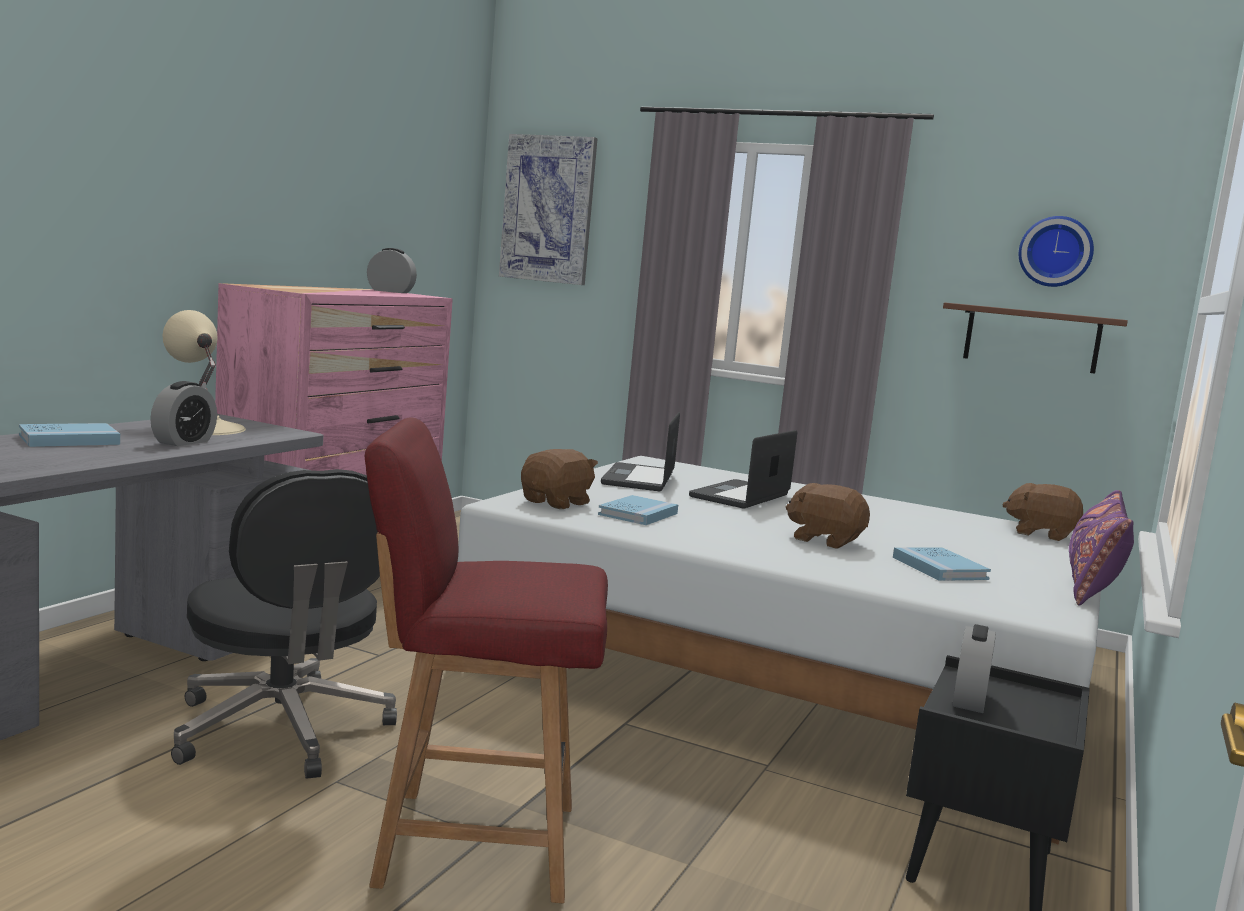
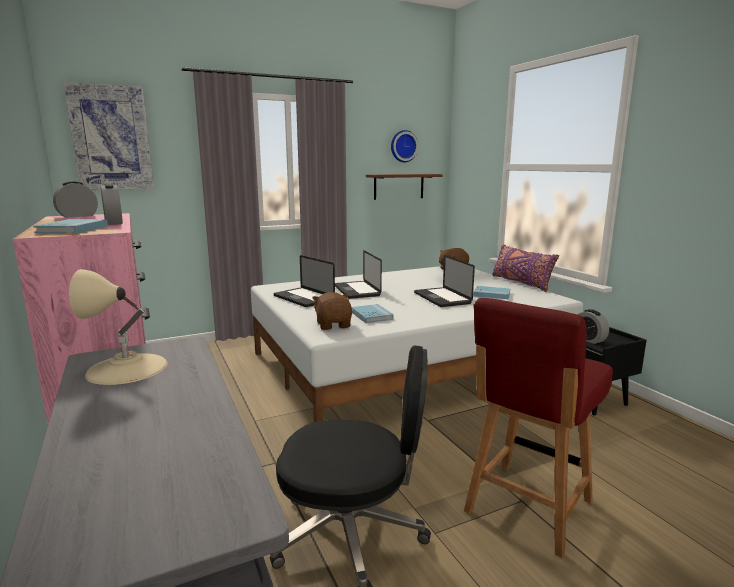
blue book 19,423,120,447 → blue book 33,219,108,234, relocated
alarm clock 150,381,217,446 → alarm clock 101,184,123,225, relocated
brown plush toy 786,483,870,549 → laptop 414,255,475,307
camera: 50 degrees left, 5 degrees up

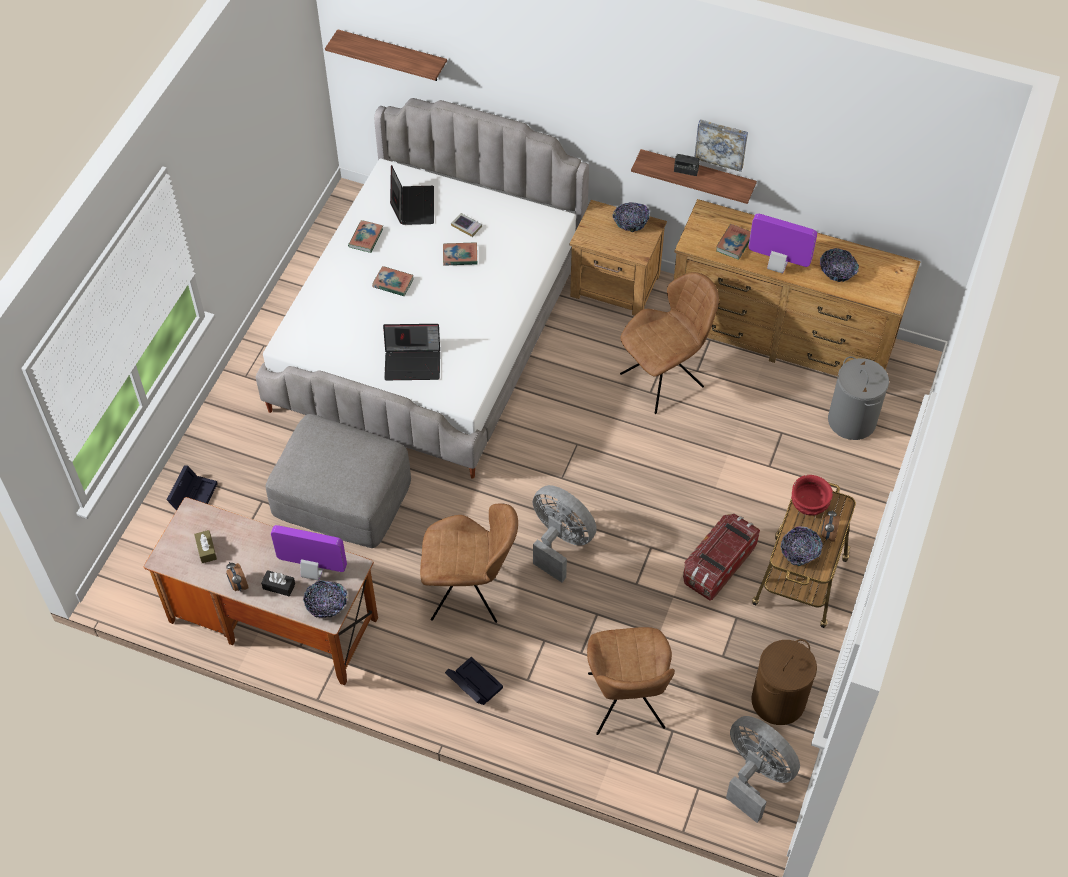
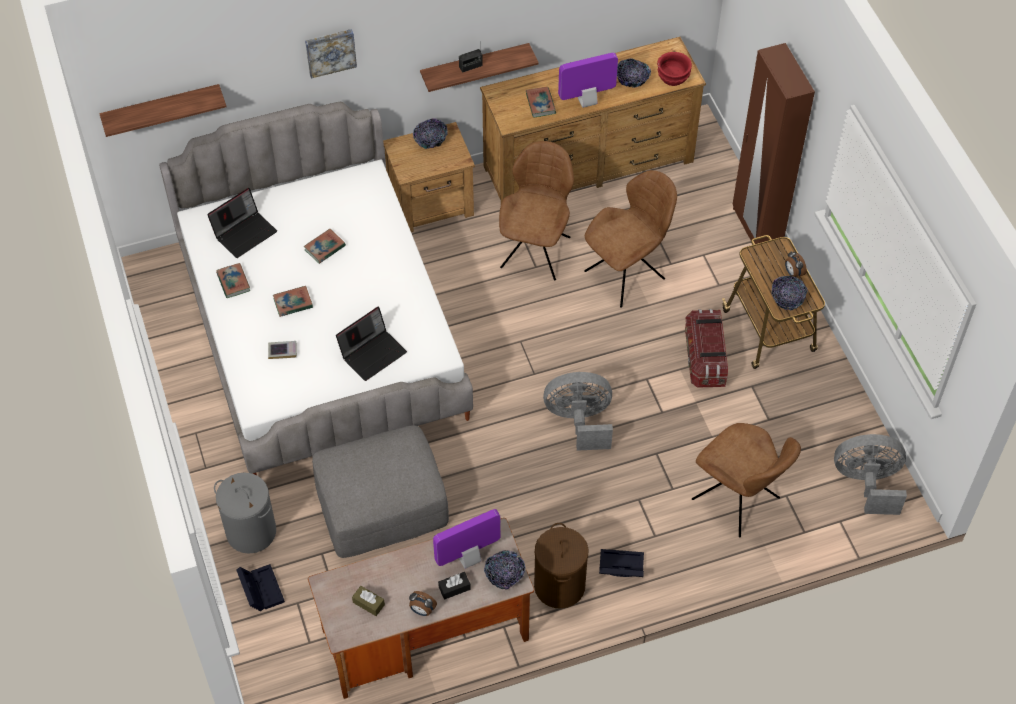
laptop 390,165,434,225 → laptop 207,188,277,258, 90 degrees clockwise
grey laundry basket 828,356,889,440 → grey laundry basket 214,472,276,554, relocated
book 451,213,482,237 → book 268,341,297,359, relocated
picture 694,119,748,172 → picture 305,29,357,78, relocated
brown laundry basket 751,639,817,725 → brown laundry basket 534,523,589,609, relocated
brown chair 420,503,518,623 → brown chair 584,170,677,307, relocated
red bowl 791,475,833,516 → red bowl 657,52,692,86, relocated
- → brown wardrobe 732,43,815,251
camera: 40 degrees left, 0 degrees up

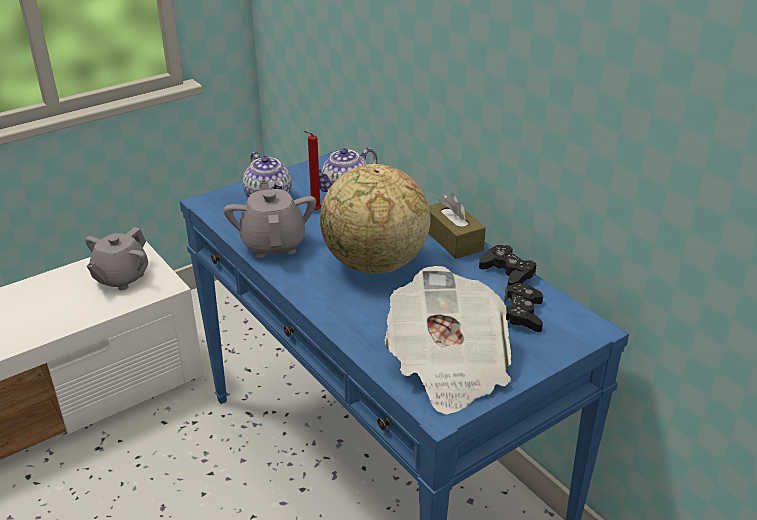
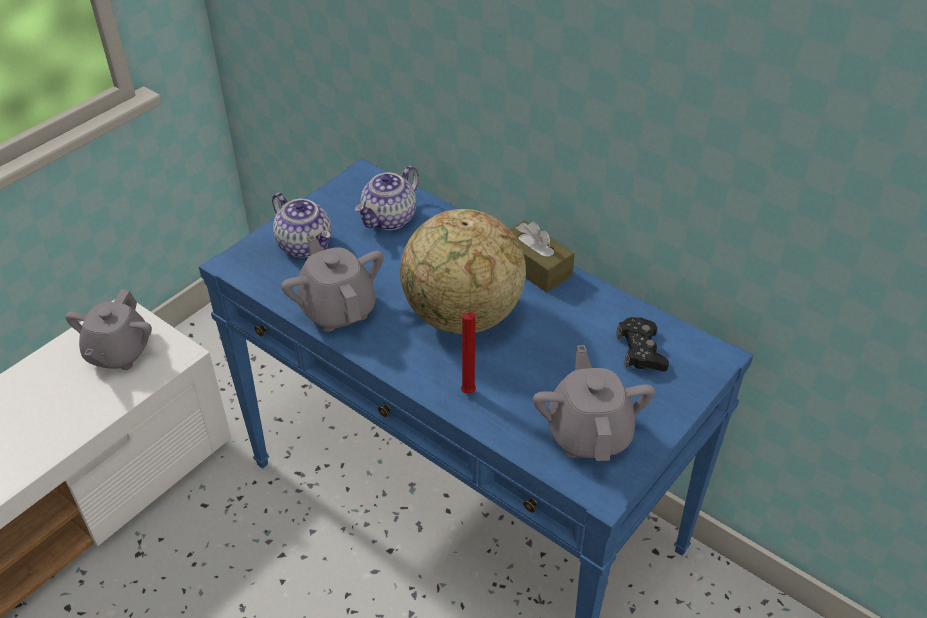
red candle 304,131,321,210 → red candle 461,311,476,394, relocated
newspaper 384,266,511,415 → grey teapot 533,345,655,461
black game controller 479,245,537,285 → -
camera: 15 degrees left, 10 degrees up

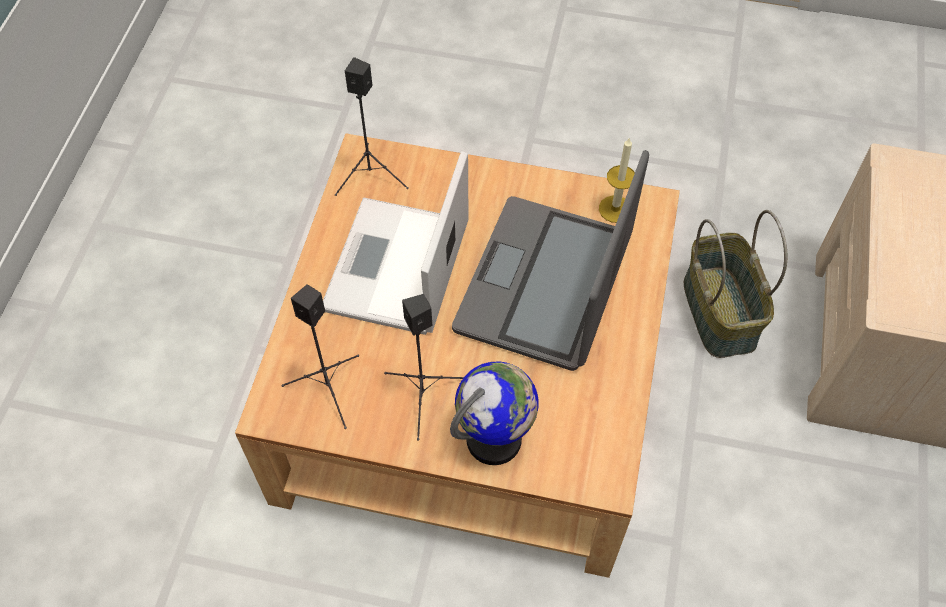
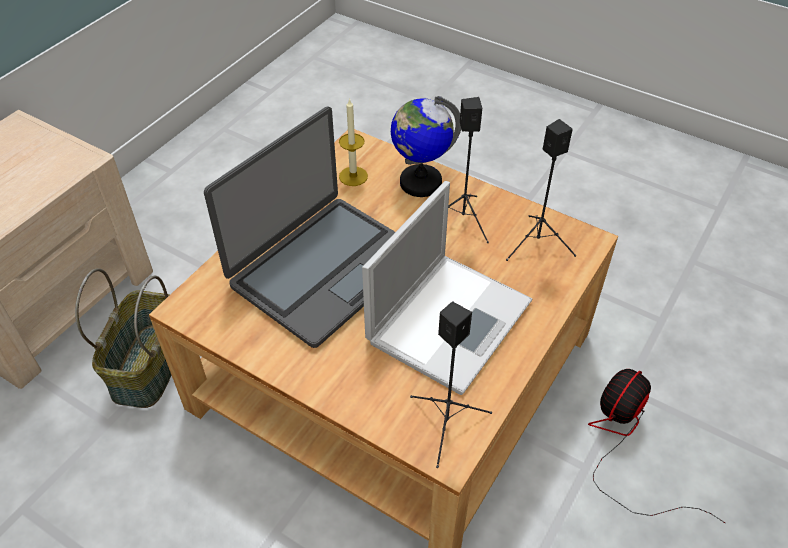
candle 599,137,635,223 → candle 339,98,368,186, relocated
- → fan 588,369,725,523
camera: 160 degrees left, 10 degrees down

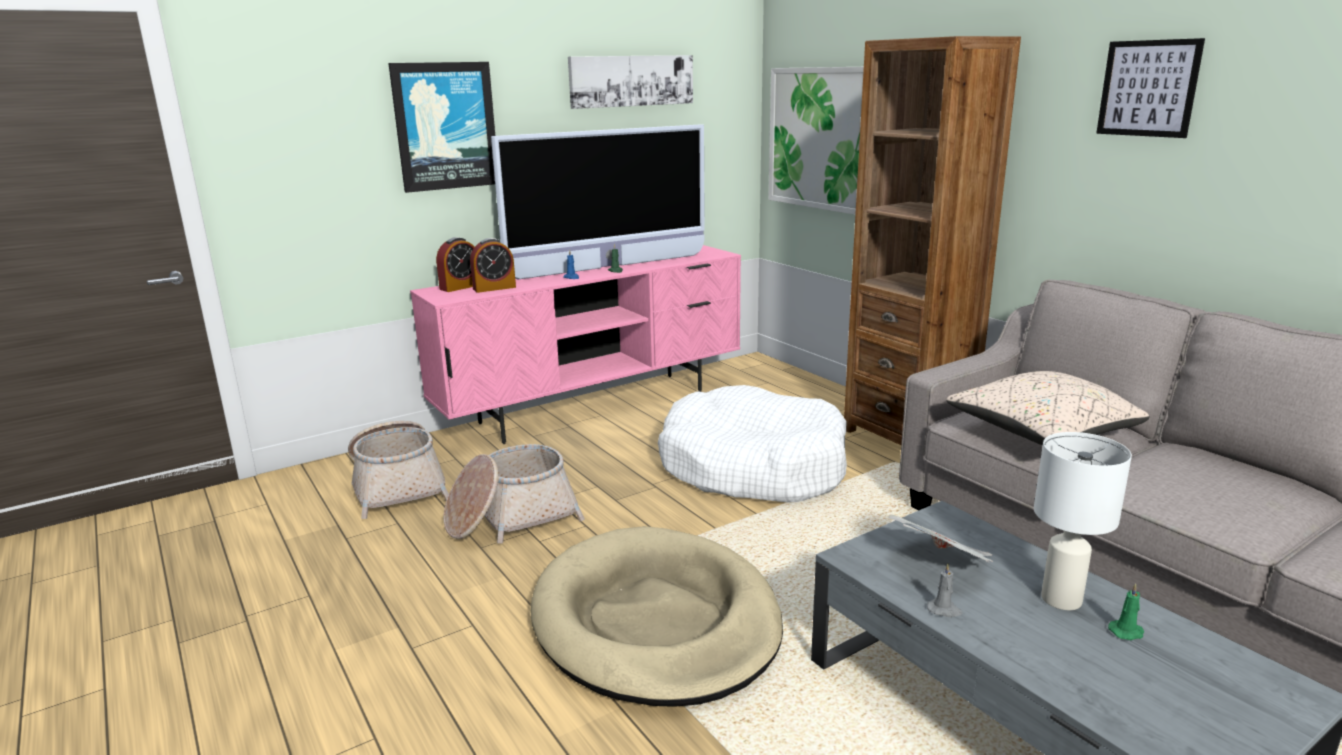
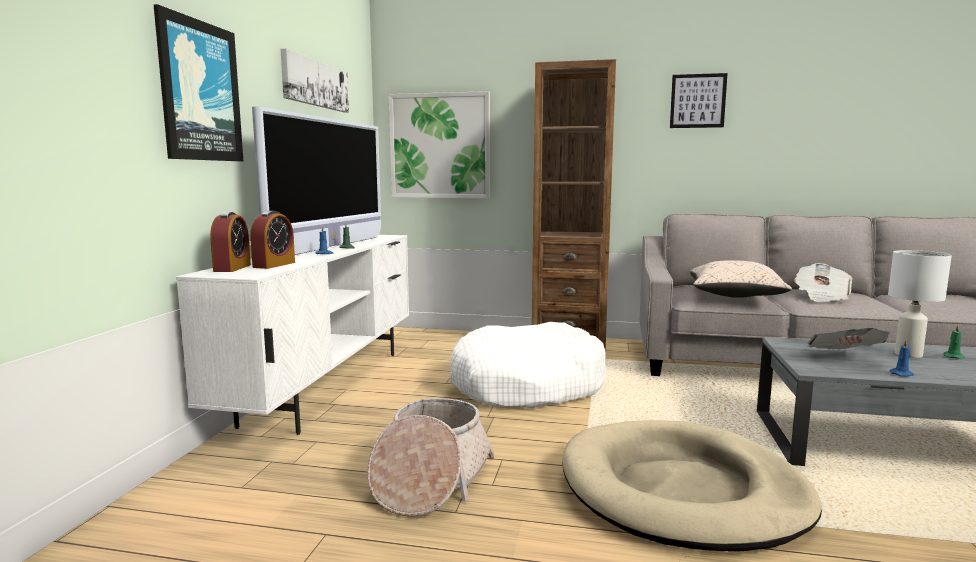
pink tv stand 410,245,741,444 → white tv stand 176,235,409,435
- → newspaper 794,263,853,302
grey candle 927,563,962,617 → blue candle 890,339,914,377
basket 348,421,449,519 → -
camera: 45 degrees left, 10 degrees down

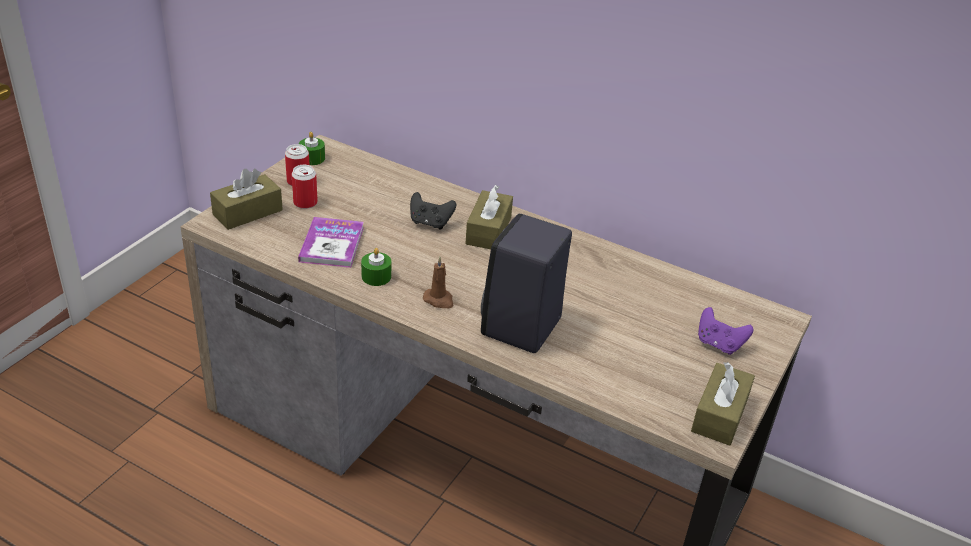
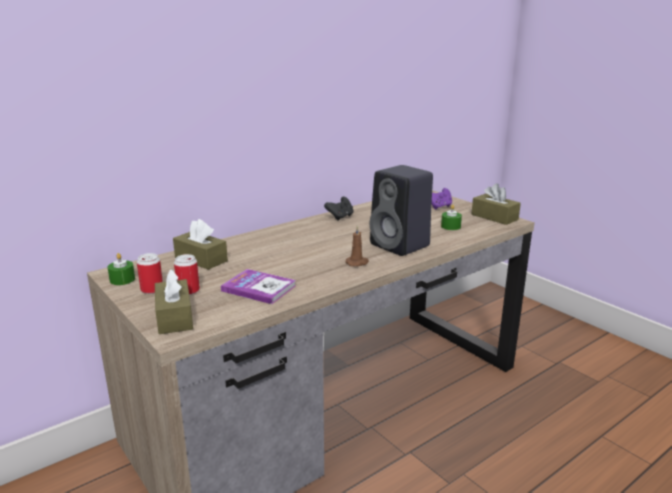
brown tissue box 466,185,513,249 → brown tissue box 173,219,228,270, relocated
black game controller 410,192,456,229 → black game controller 324,197,354,221, relocated
green candle 361,248,391,286 → green candle 441,205,462,230, relocated
camera: 65 degrees left, 15 degrees down

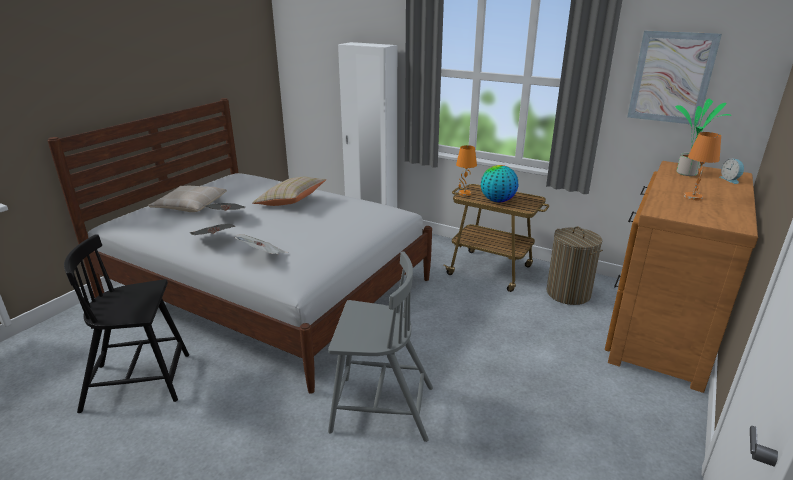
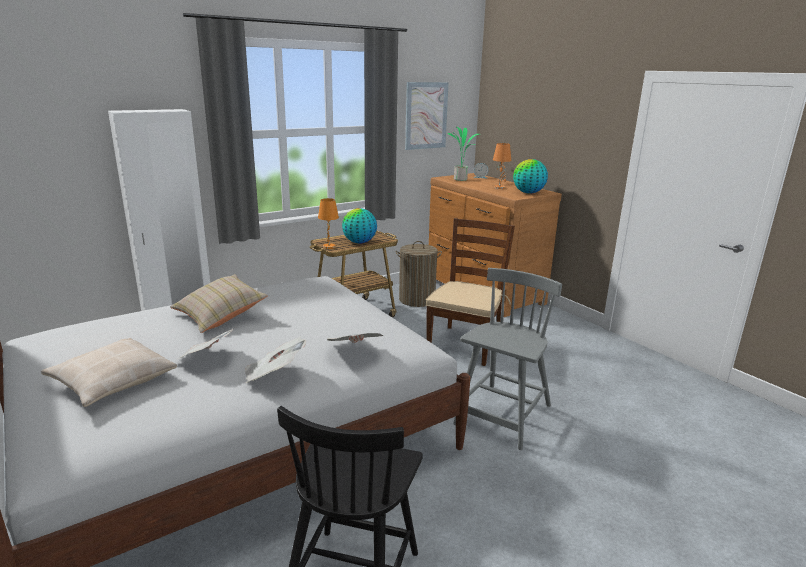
- → brown chair 426,218,515,366
- → globe 513,159,548,194
camera: 65 degrees left, 5 degrees down

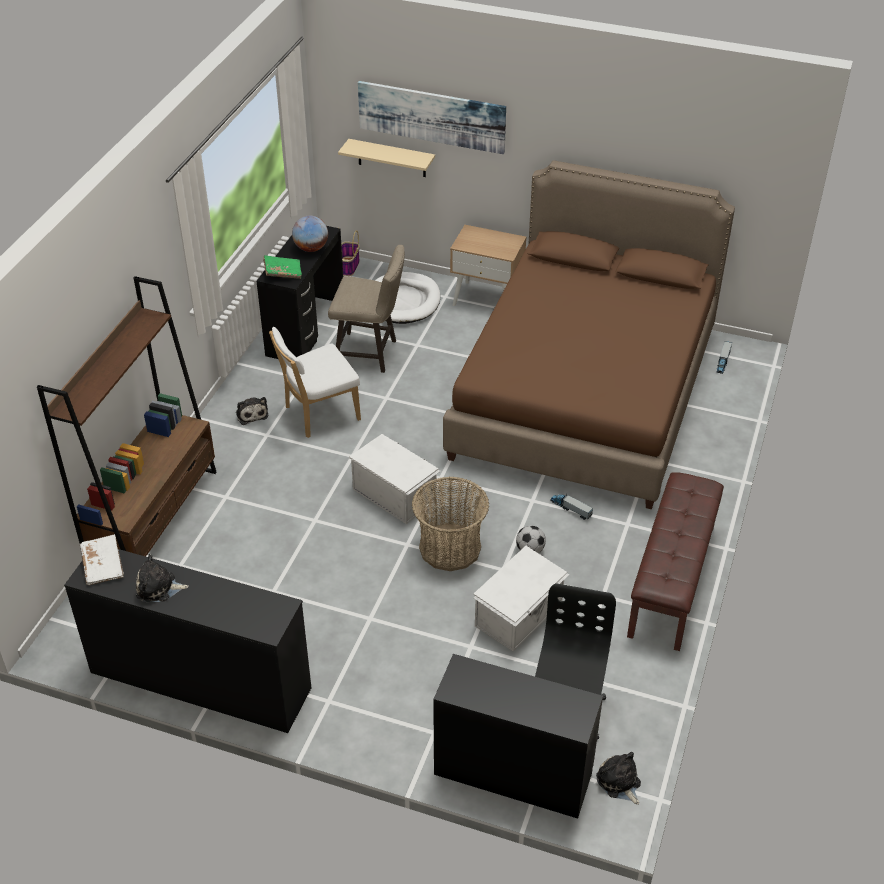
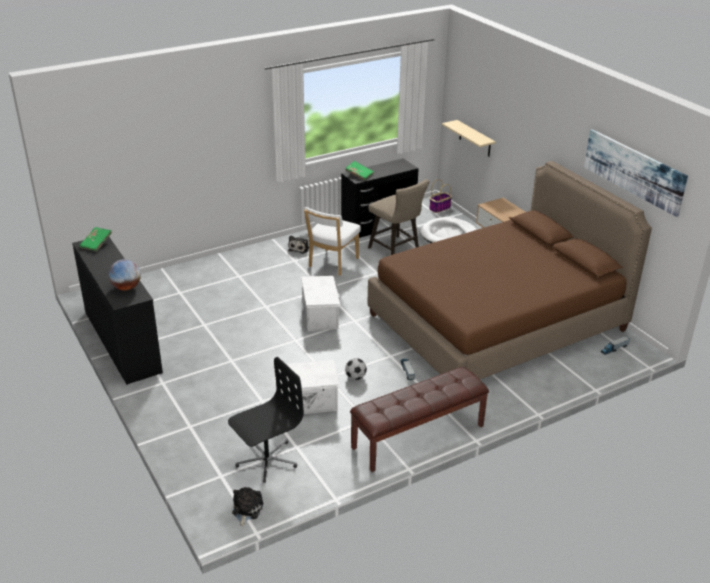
white book 80,534,124,586 → green book 79,227,112,251
globe 292,216,328,252 → globe 109,259,141,291, relocated
white chair 269,327,361,438 → white chair 304,207,361,276, 75 degrees counterclockwise
picture 358,81,506,154 → picture 584,129,688,217, relocated
brown bookcase 37,276,217,557 → -
plush toy 136,554,189,602 → -
basket 412,476,489,571 → -
black desk 433,654,603,819 → -
camera: 40 degrees right, 10 degrees down

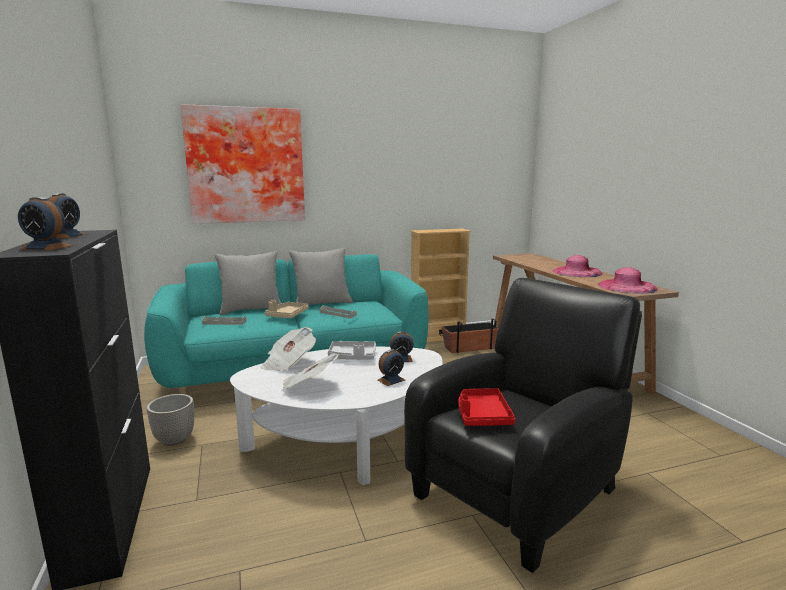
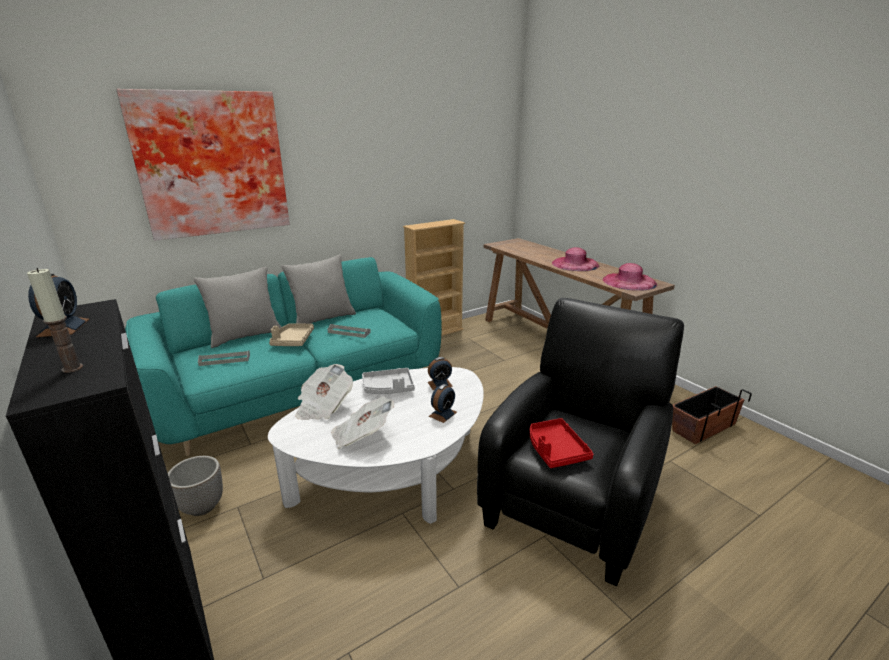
alarm clock 18,197,73,250 → candle 27,268,83,373
planter 442,319,498,353 → planter 672,386,752,444, relocated
camera: 15 degrees left, 10 degrees up

